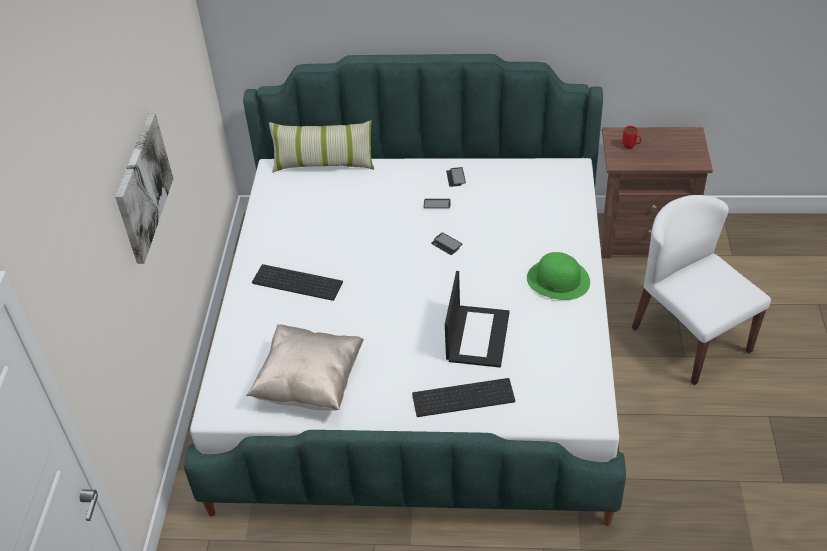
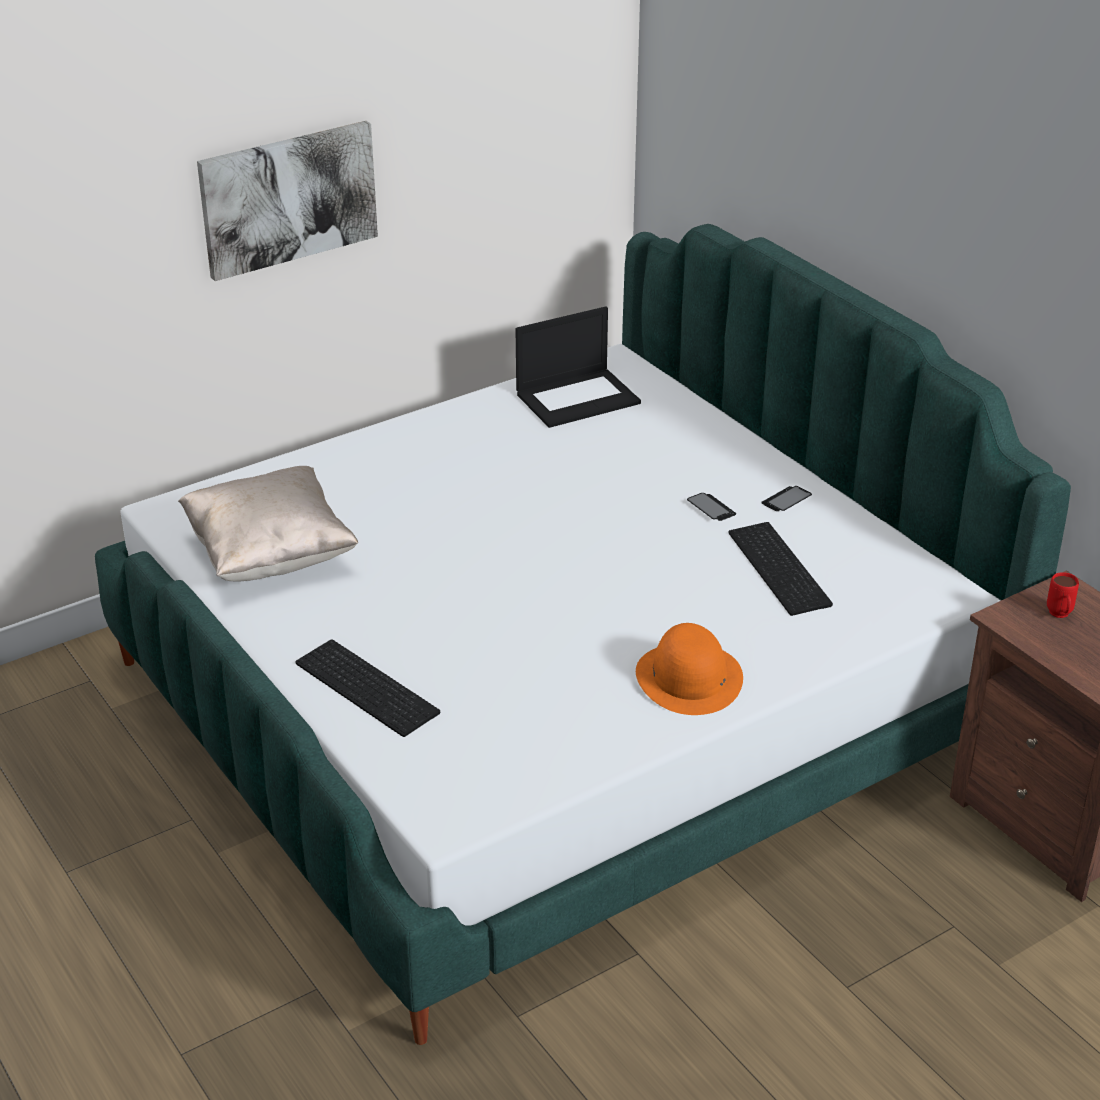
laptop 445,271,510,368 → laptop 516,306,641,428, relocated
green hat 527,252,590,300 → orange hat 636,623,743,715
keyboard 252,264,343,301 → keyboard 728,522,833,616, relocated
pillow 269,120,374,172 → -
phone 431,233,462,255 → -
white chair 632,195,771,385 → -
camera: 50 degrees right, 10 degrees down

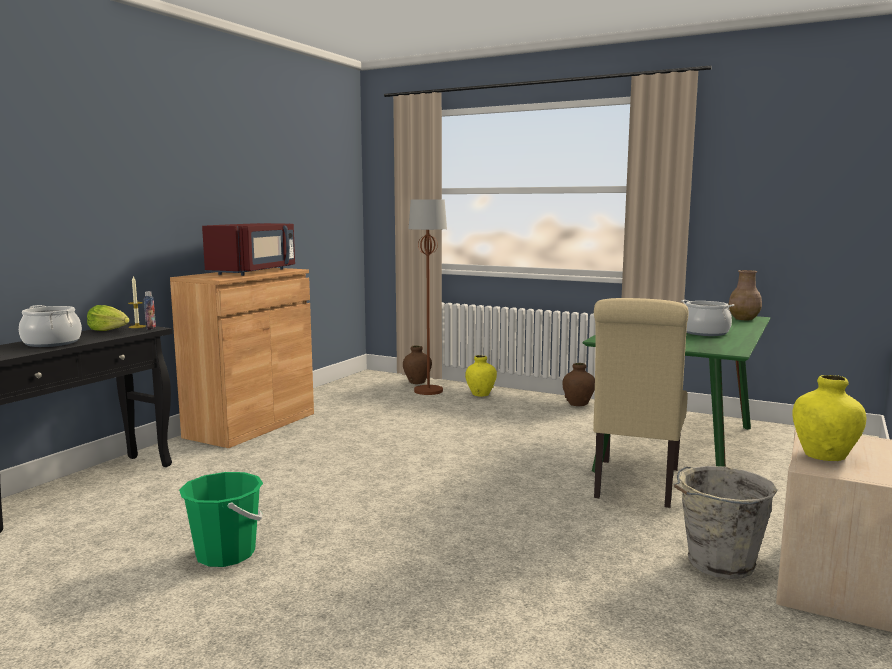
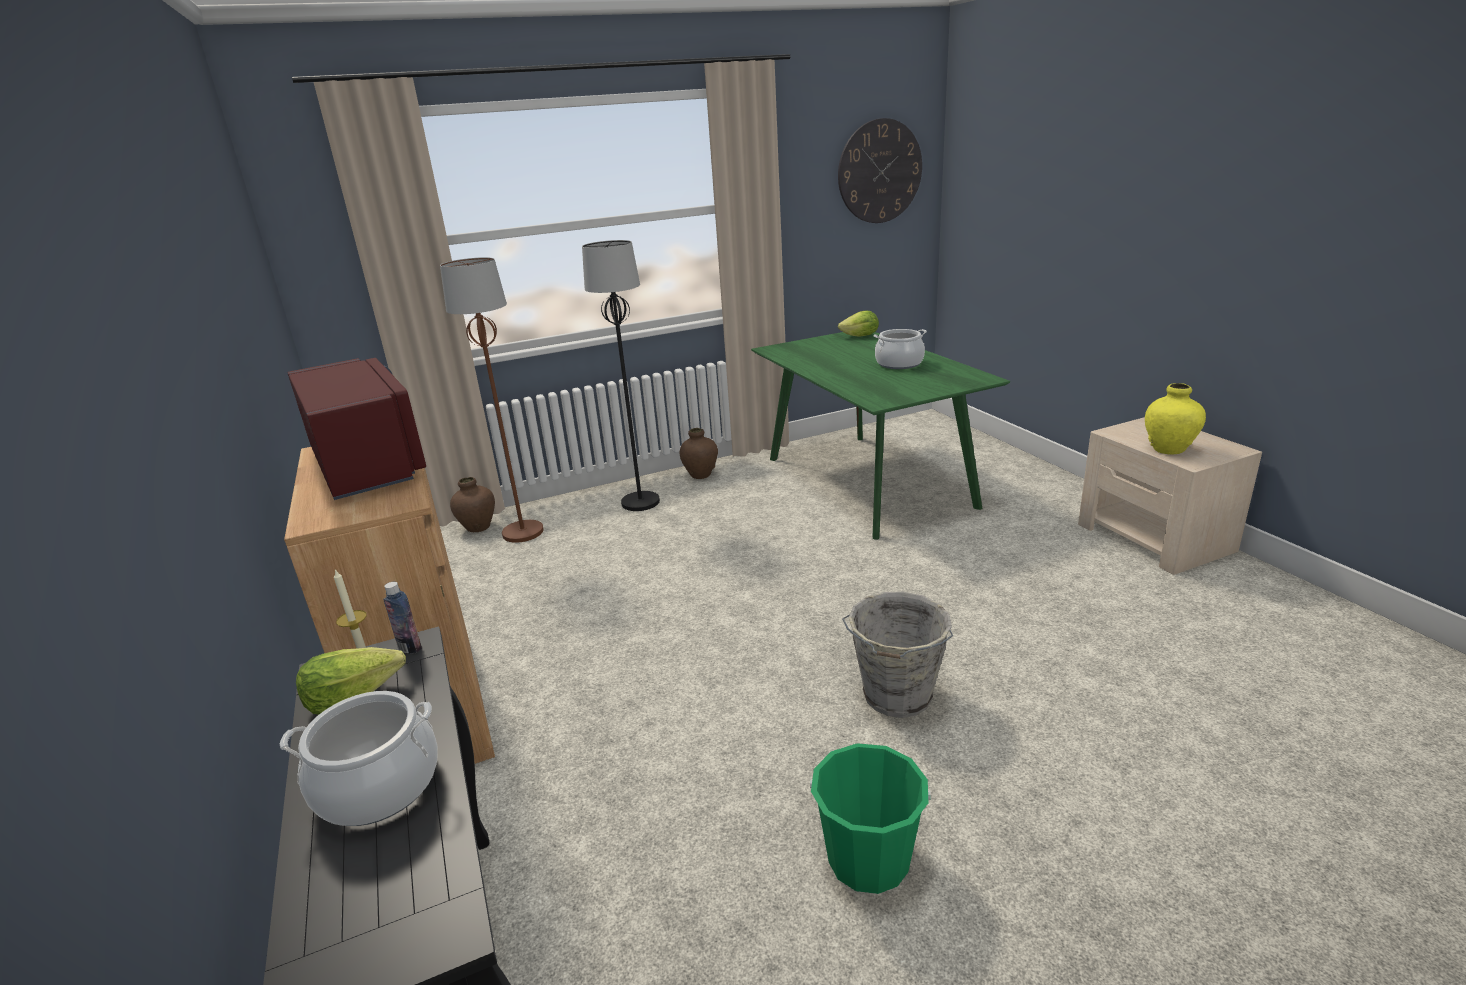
- → black floor lamp 582,240,660,511
- → wall clock 838,118,922,223
brown vase 728,270,762,320 → lettuce 838,310,879,337
grey bucket 674,466,778,579 → grey bucket 842,592,953,718, relocated
yellow vase 465,355,497,397 → -
beige chair 593,298,688,508 → -
camera: 50 degrees left, 15 degrees up

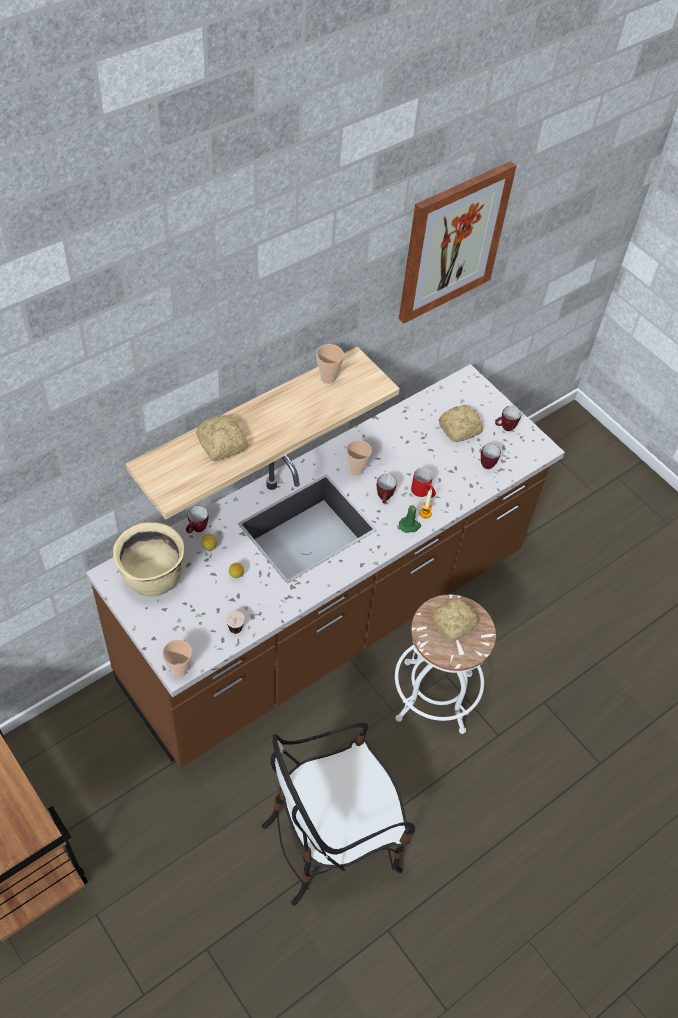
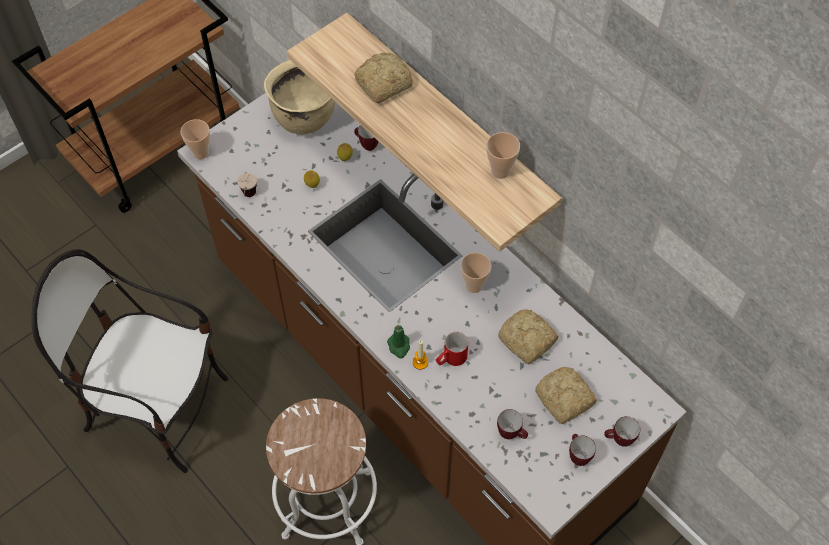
chair 262,723,415,906 → chair 32,249,228,473, 45 degrees counterclockwise
bread 430,597,478,642 → bread 498,309,558,365, relocated
mug 376,474,397,503 → mug 604,416,640,447, relocated
picture 399,161,517,324 → -
camera: 90 degrees right, 5 degrees up

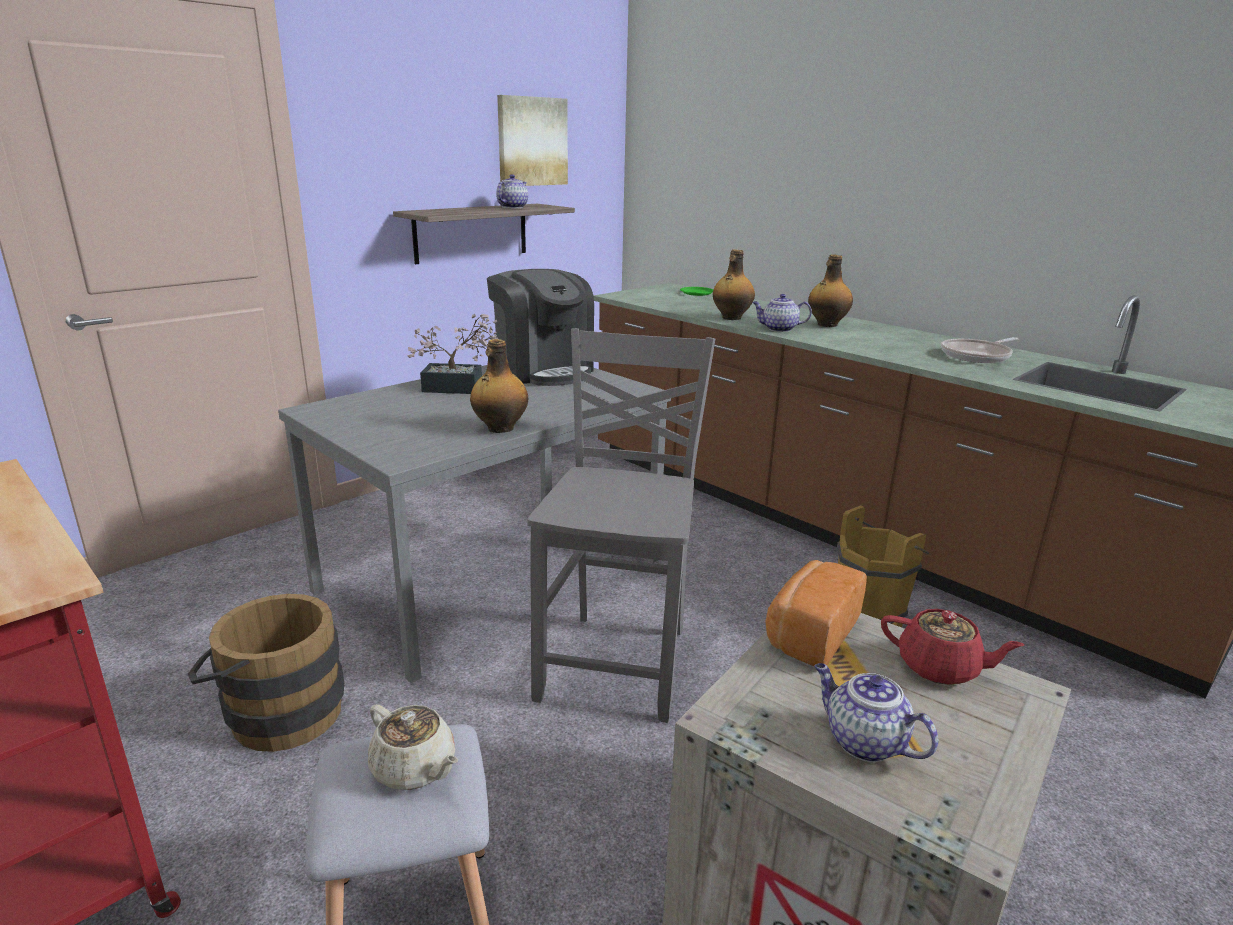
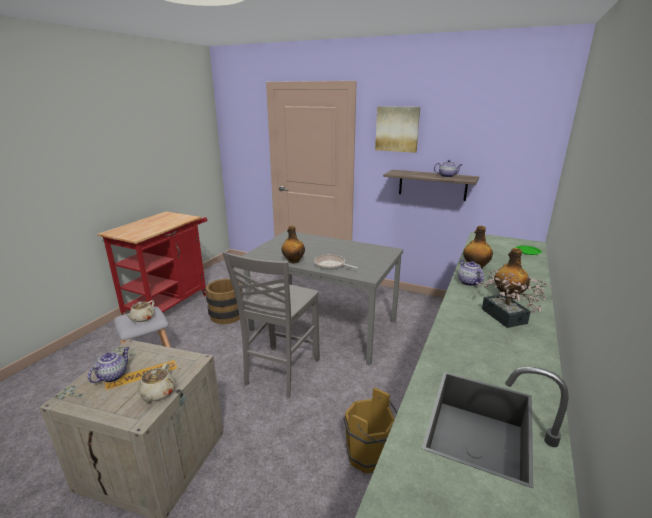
red teapot 881,609,1024,685 → beige teapot 138,363,175,402
grey chair 527,328,715,723 → grey chair 223,251,320,397, 120 degrees clockwise
frying pan 941,337,1019,363 → frying pan 314,254,358,270, relocated
picture 497,95,568,186 → picture 375,106,420,153, relocated
potted plant 407,314,498,394 → potted plant 478,270,552,328, relocated
coffee machine 487,269,594,386 → -
bread 765,560,867,667 → -
camera: 70 degrees right, 0 degrees up

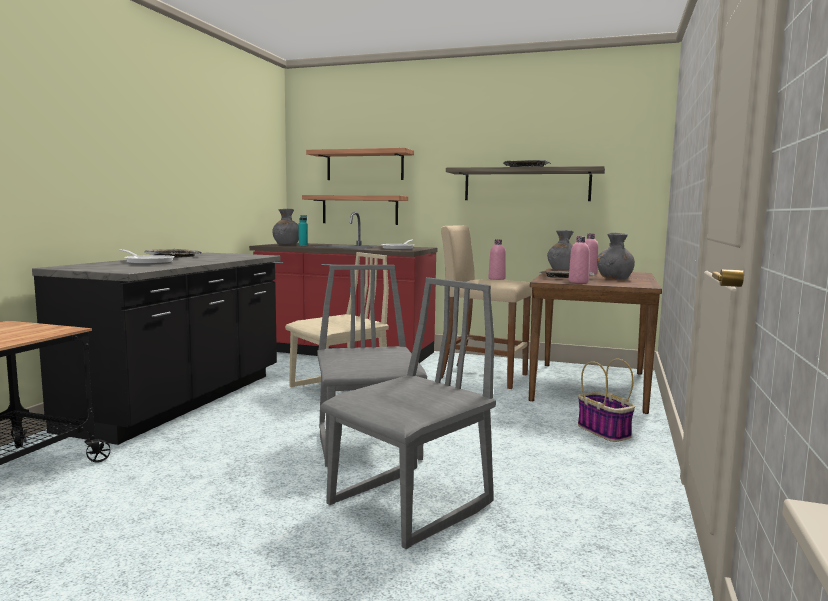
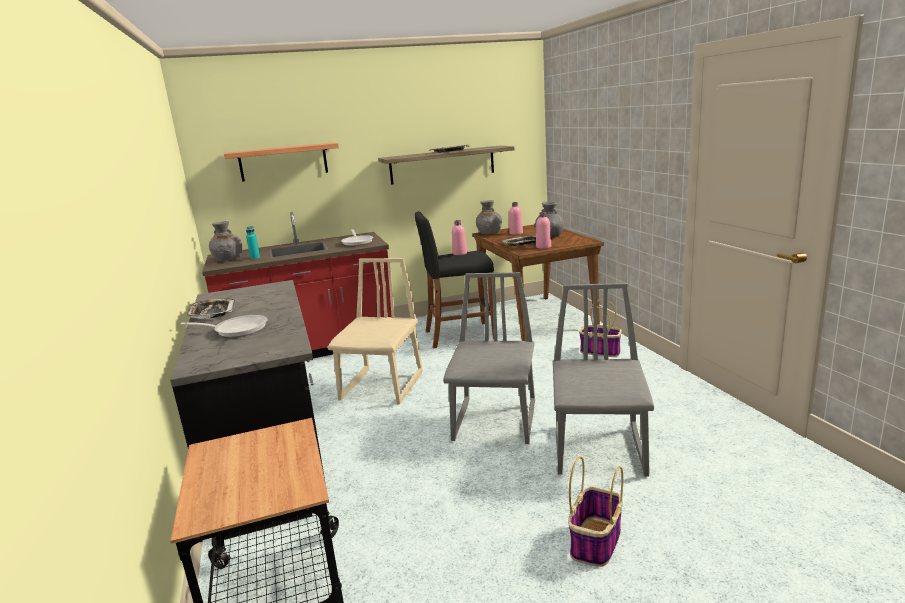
beige stool 441,225,532,389 → black stool 414,211,494,348
grey chair 317,265,427,467 → grey chair 443,272,535,444, 60 degrees clockwise
- → basket 568,456,623,567
shelf 302,195,408,225 → -
camera: 35 degrees left, 10 degrees up

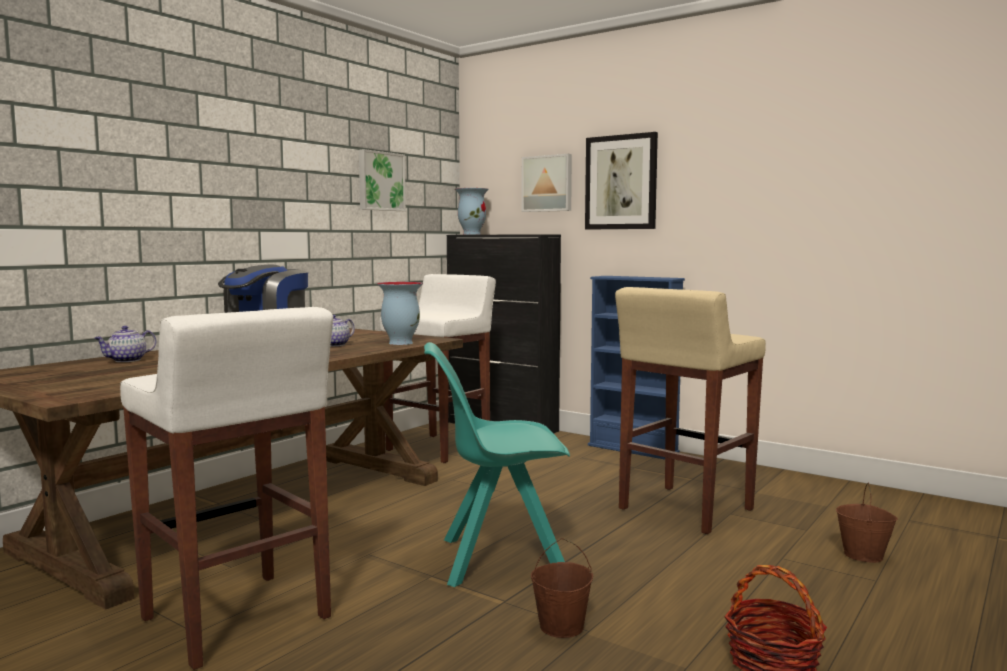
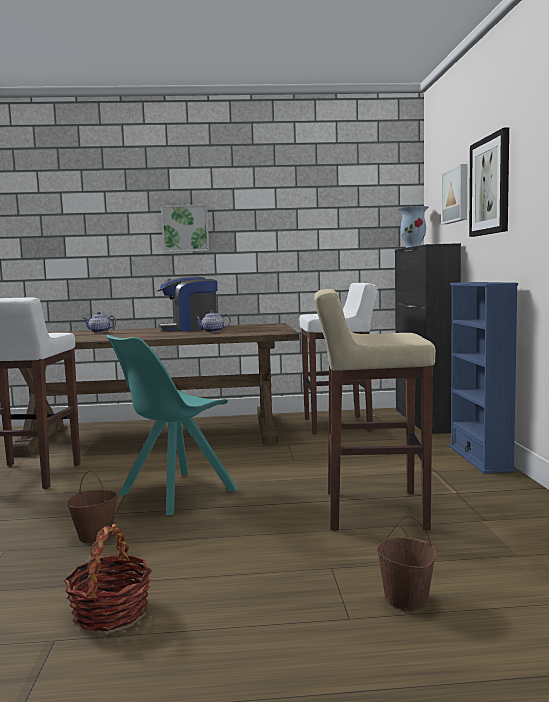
turquoise chair 424,342,570,587 → turquoise chair 106,335,237,515, 90 degrees counterclockwise
picture 359,149,406,211 → picture 161,204,209,252, relocated
vase 377,282,423,345 → -
camera: 50 degrees right, 0 degrees up

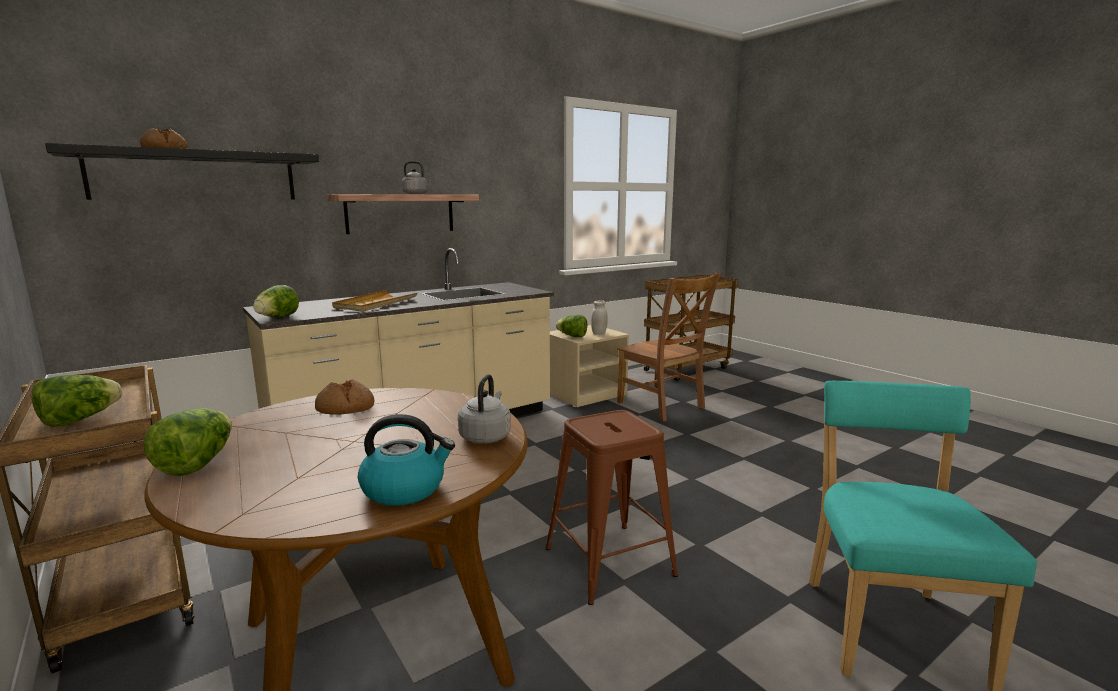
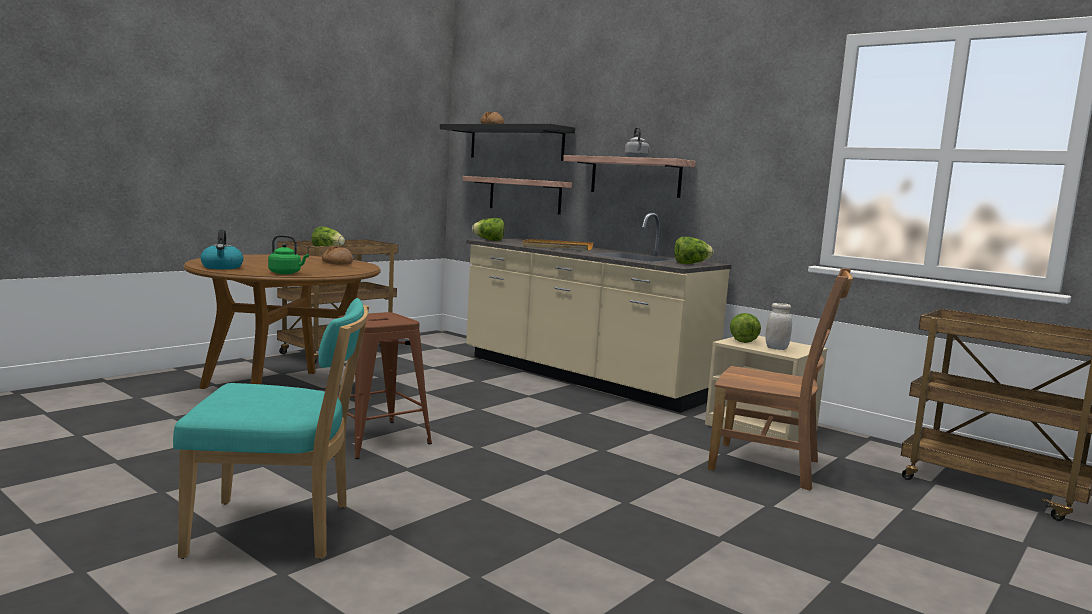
grey kettle 458,374,511,444 → green kettle 268,235,309,274
- → shelf 463,176,572,215
lettuce 144,408,232,476 → lettuce 674,237,714,264, relocated
brown chair 617,273,721,421 → brown chair 708,268,853,490, 105 degrees counterclockwise
camera: 75 degrees right, 5 degrees down

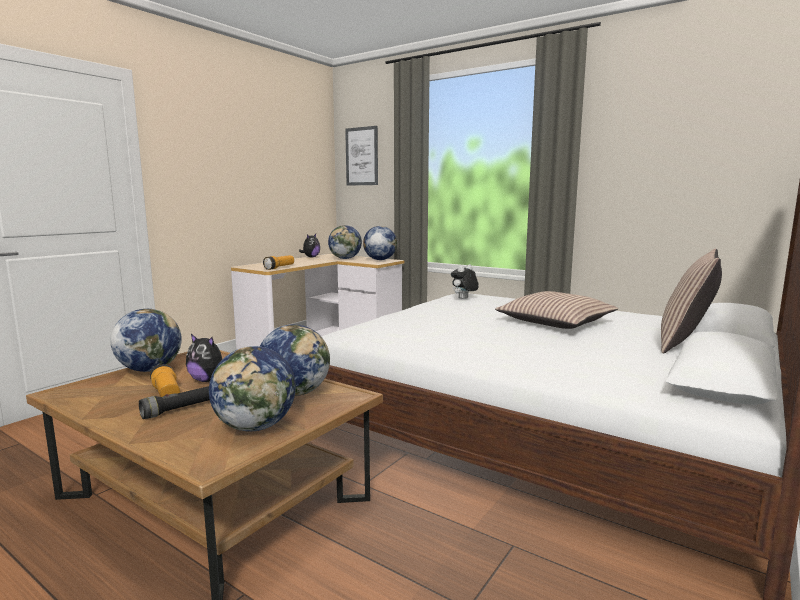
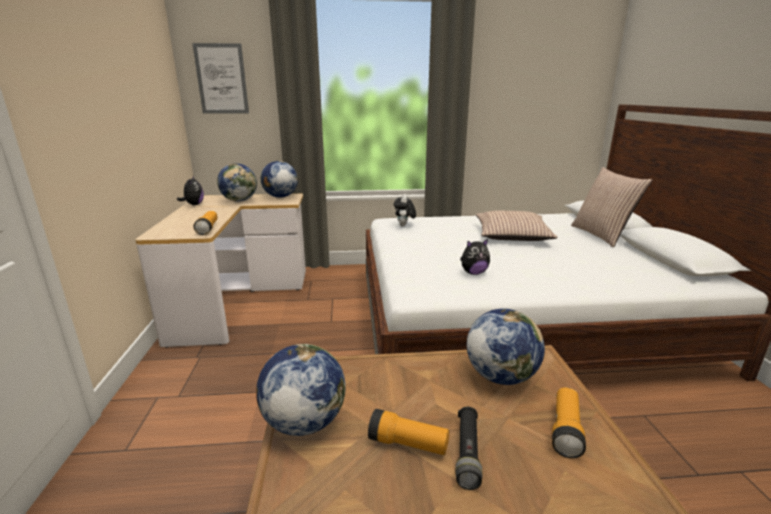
plush toy 186,334,222,382 → plush toy 460,239,490,275, relocated
globe 209,346,296,431 → flashlight 552,387,586,458
camera: 40 degrees left, 10 degrees up

